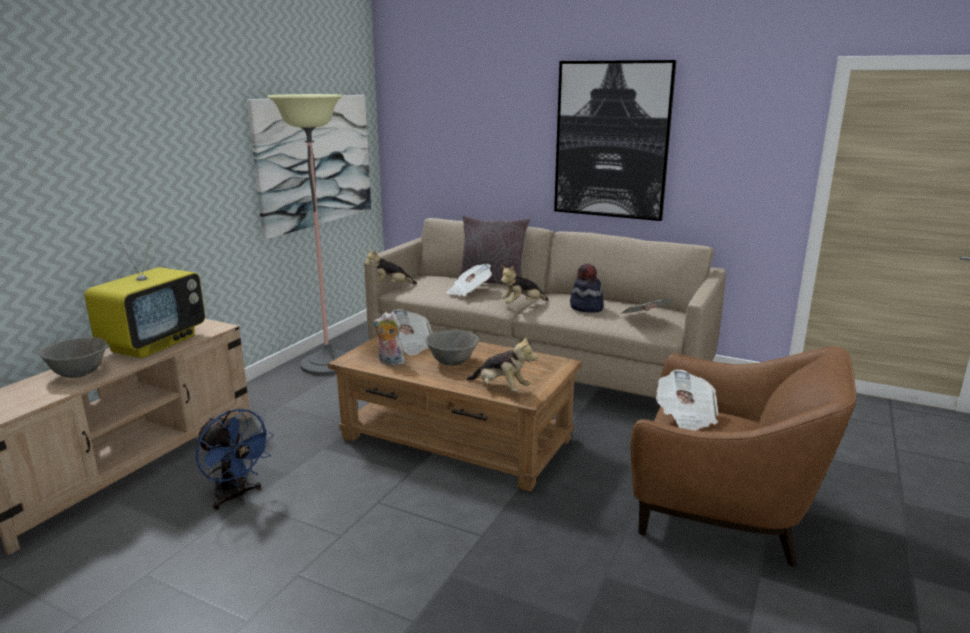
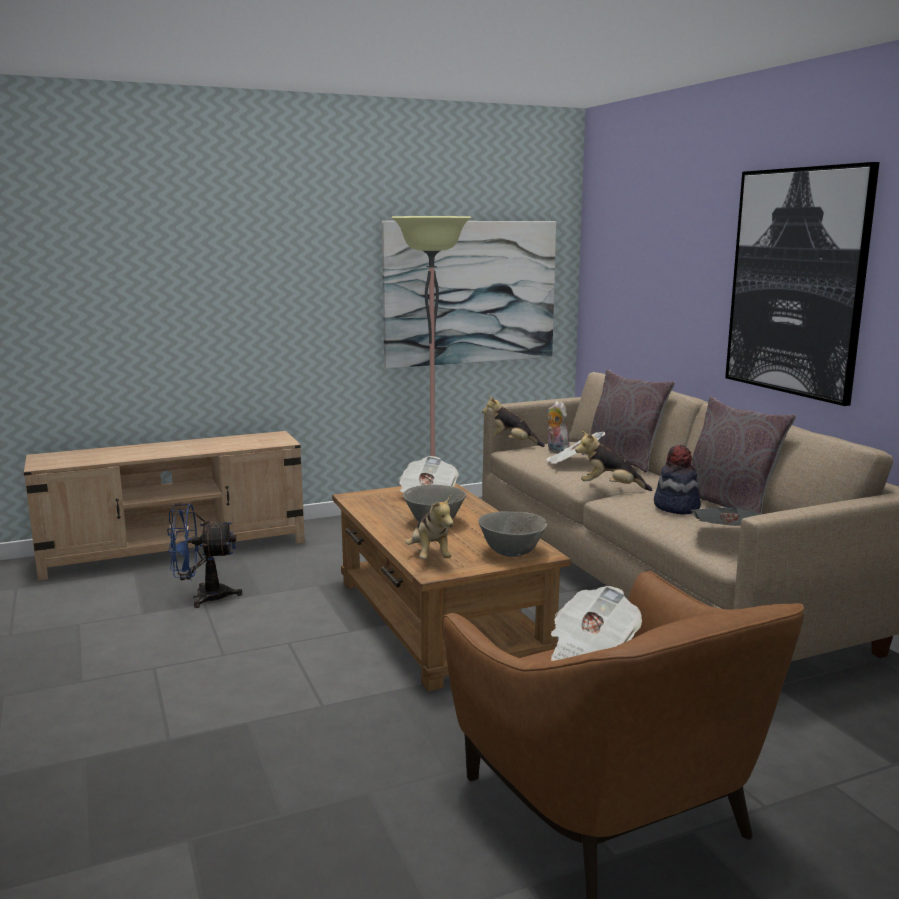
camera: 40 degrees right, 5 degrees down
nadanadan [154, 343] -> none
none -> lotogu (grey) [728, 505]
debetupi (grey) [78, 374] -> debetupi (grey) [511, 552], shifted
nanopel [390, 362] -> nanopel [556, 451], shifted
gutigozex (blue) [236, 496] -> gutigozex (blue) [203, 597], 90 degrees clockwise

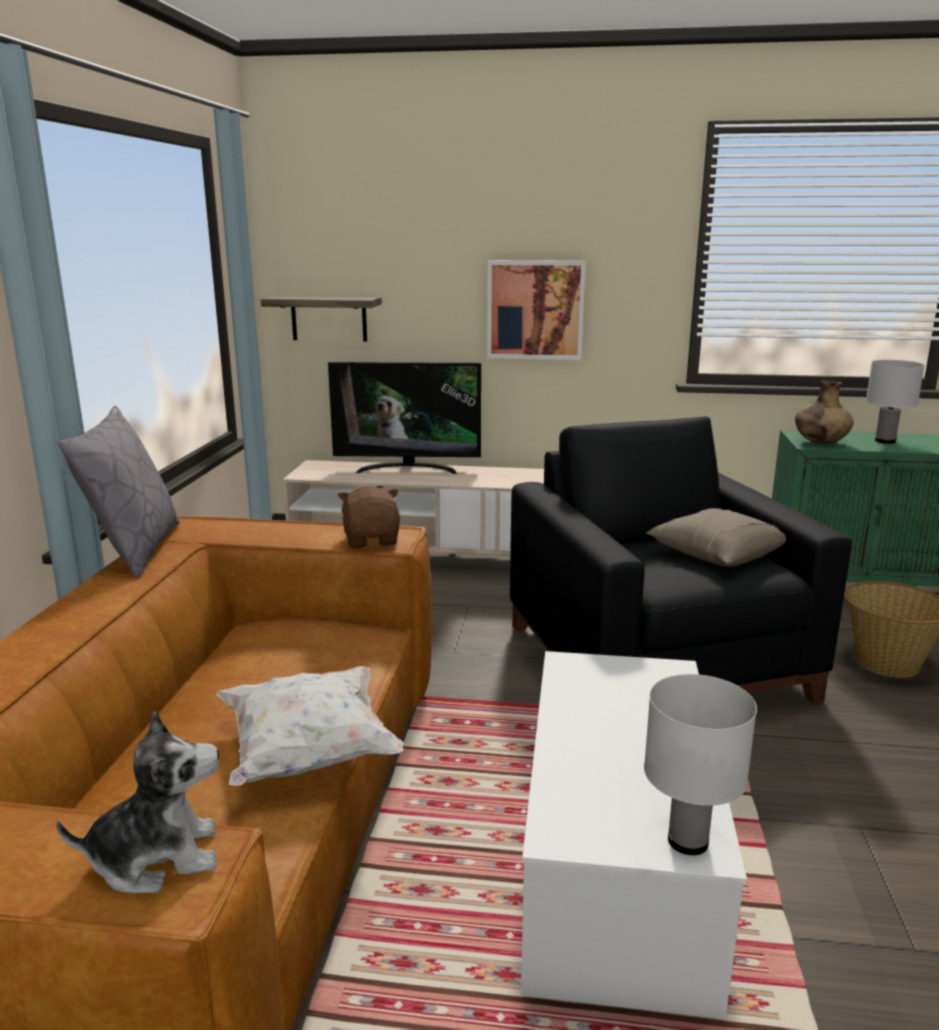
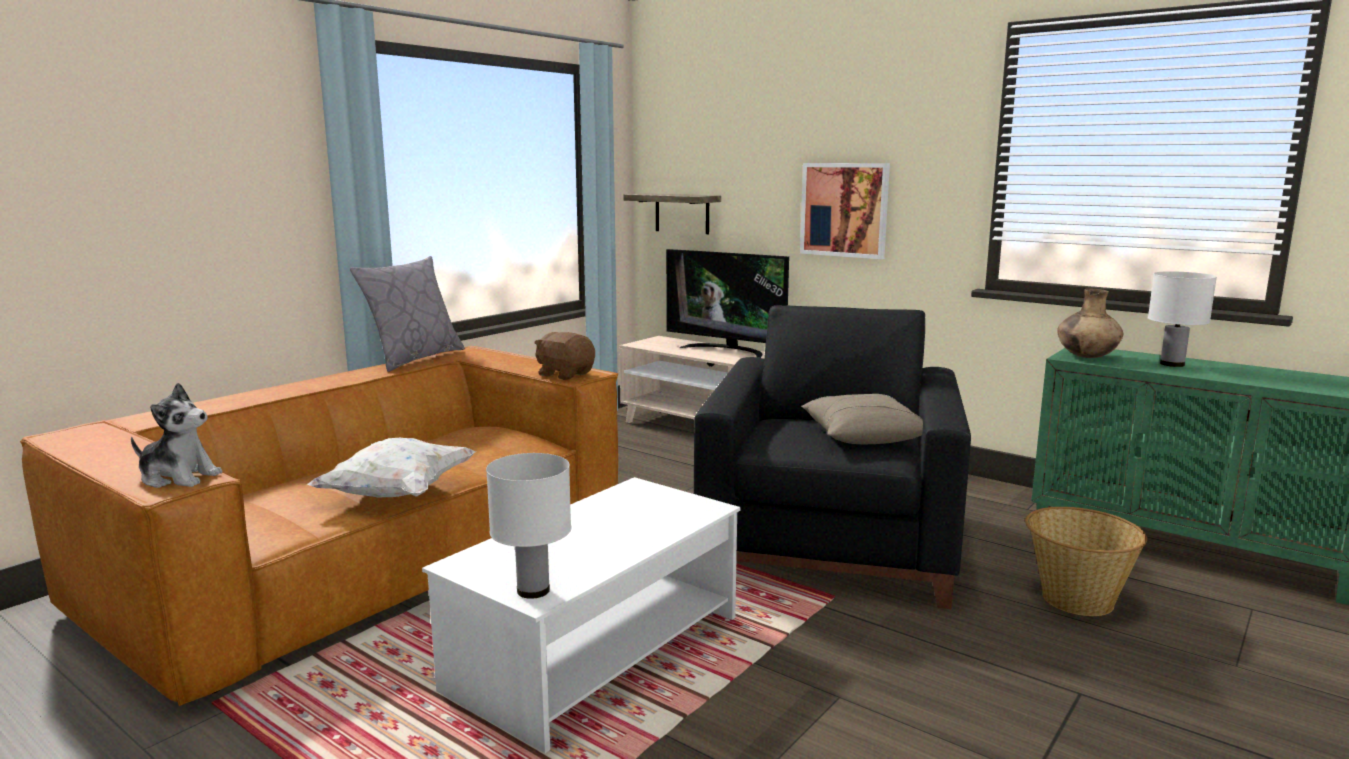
camera: 30 degrees right, 5 degrees down
nanopel (brown) [372, 540] -> nanopel (brown) [565, 374], 75 degrees counterclockwise

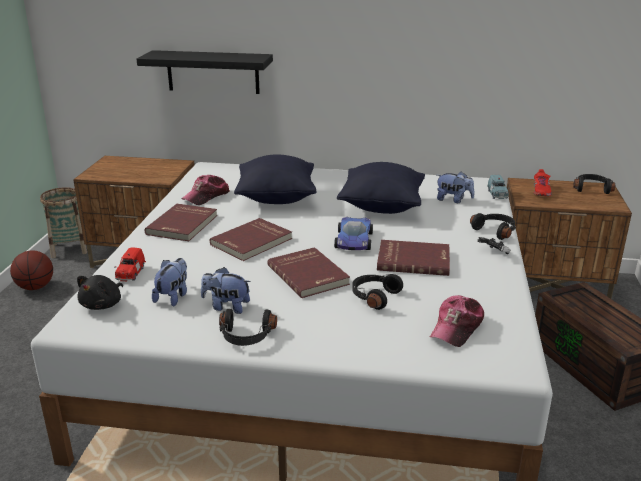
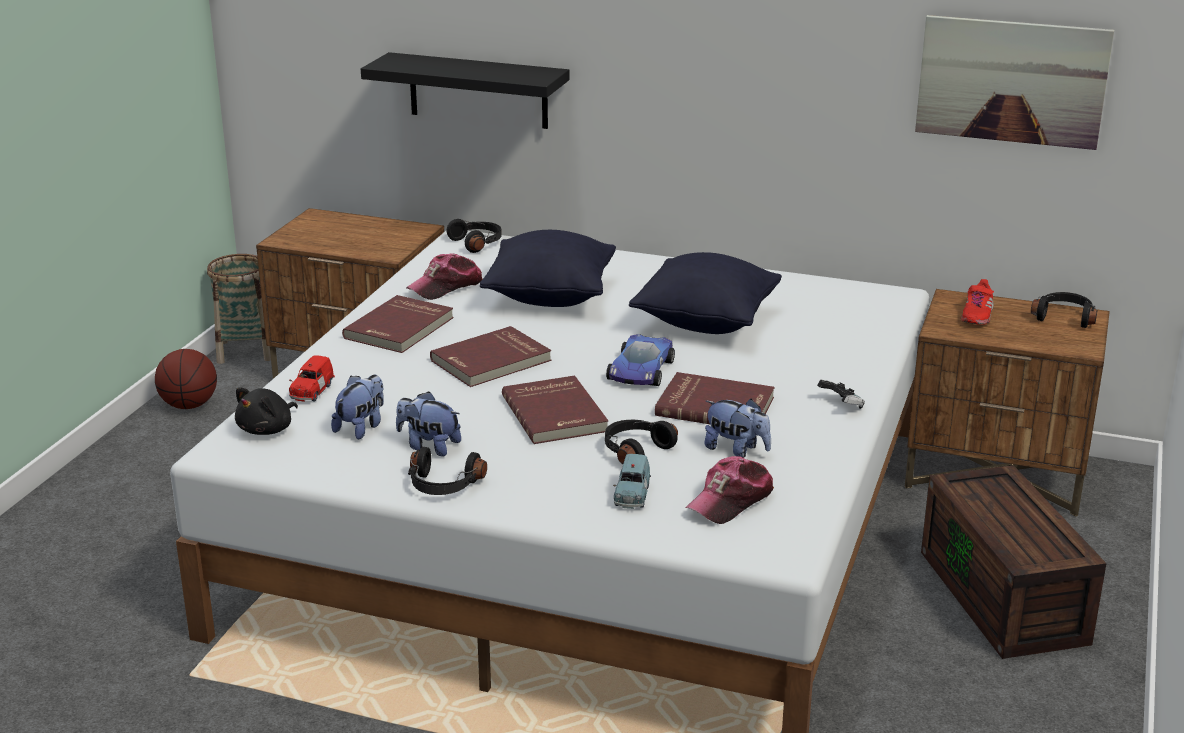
camera: 10 degrees right, 0 degrees up
none -> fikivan [1011, 81]
nanopel [453, 200] -> nanopel [736, 450], shifted
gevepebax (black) [495, 231] -> gevepebax (black) [477, 243], shifted
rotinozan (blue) [497, 194] -> rotinozan (blue) [631, 495], shifted

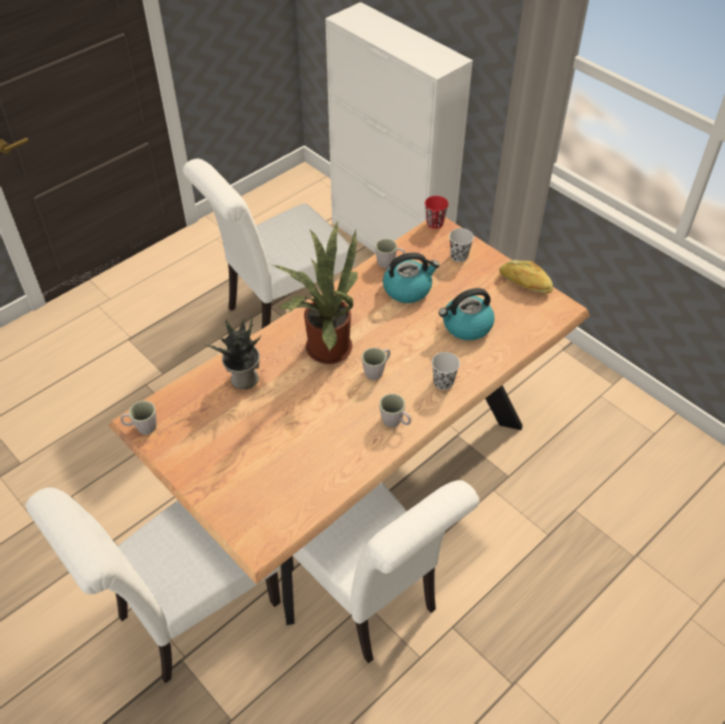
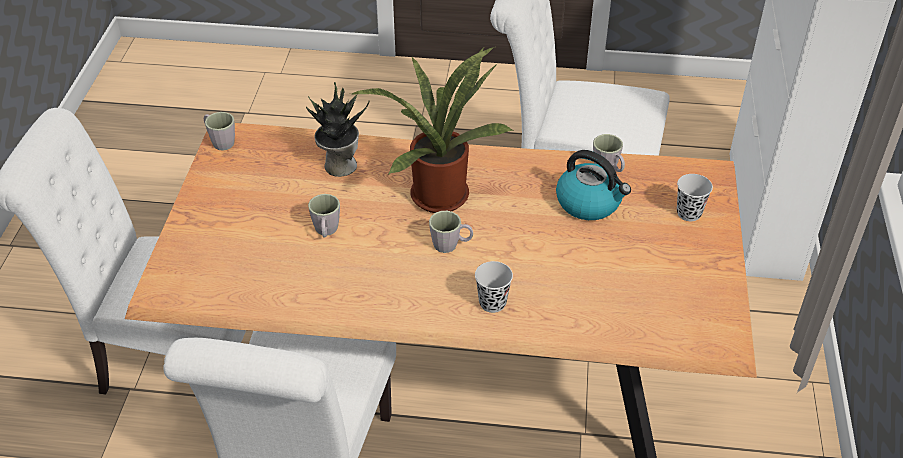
camera: 50 degrees right, 5 degrees down
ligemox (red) [435, 223] -> none
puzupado [466, 326] -> none
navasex [525, 283] -> none
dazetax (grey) [395, 422] -> dazetax (grey) [326, 232], shifted

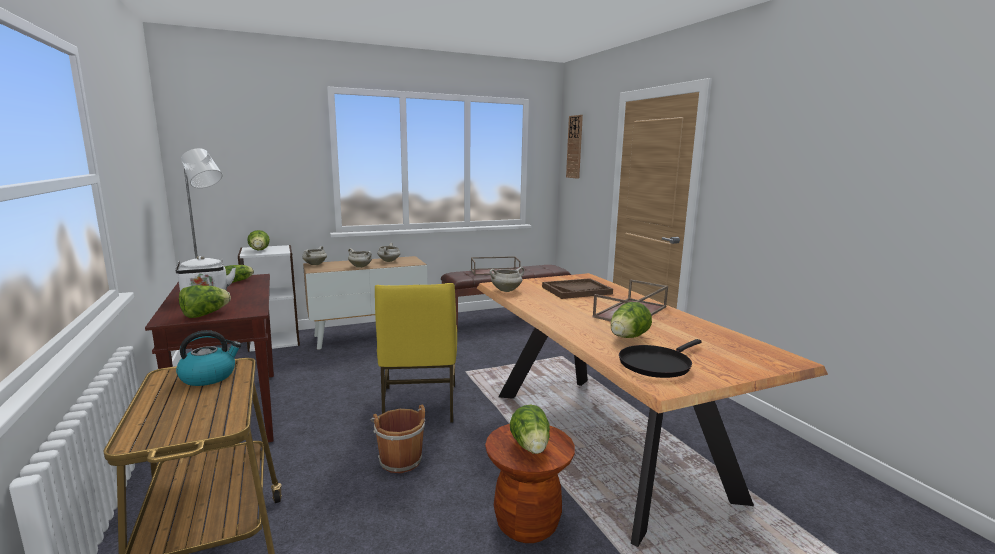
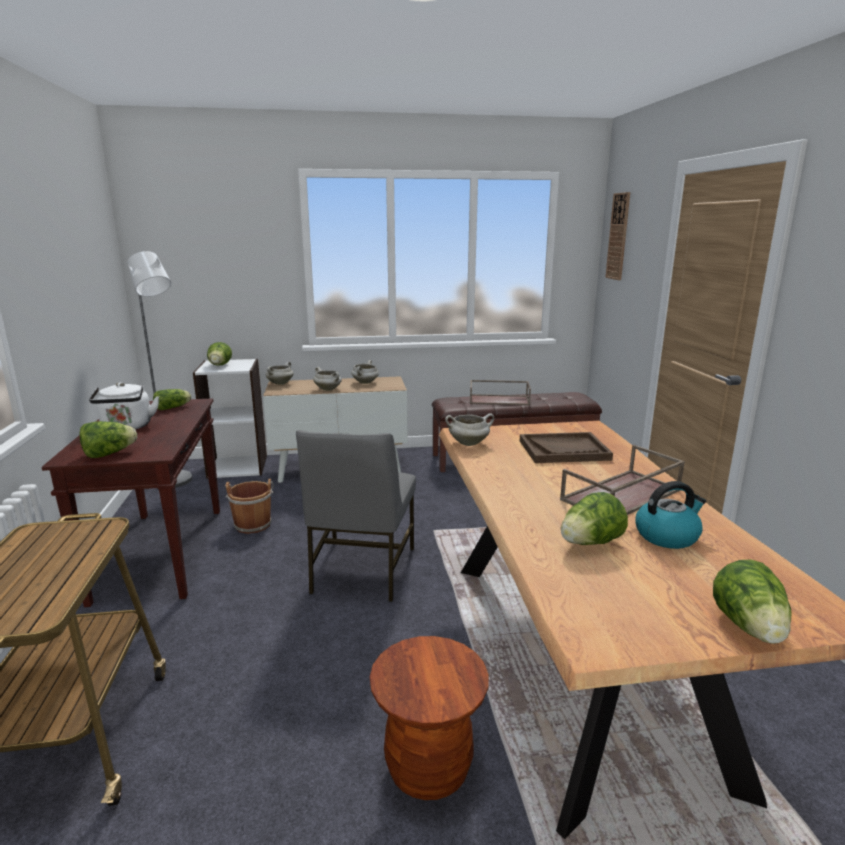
camera: 15 degrees right, 5 degrees up
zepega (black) [656, 364] -> none
puzupado [209, 376] -> puzupado [667, 535], shifted
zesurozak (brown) [400, 460] -> zesurozak (brown) [252, 524], shifted
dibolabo [531, 447] -> dibolabo [749, 628], shifted
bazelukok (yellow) [419, 404] -> bazelukok (grey) [361, 571]

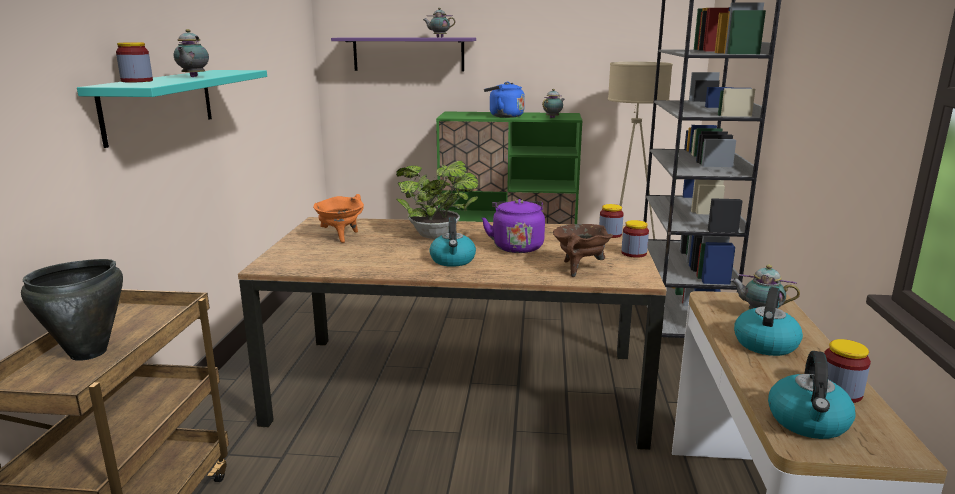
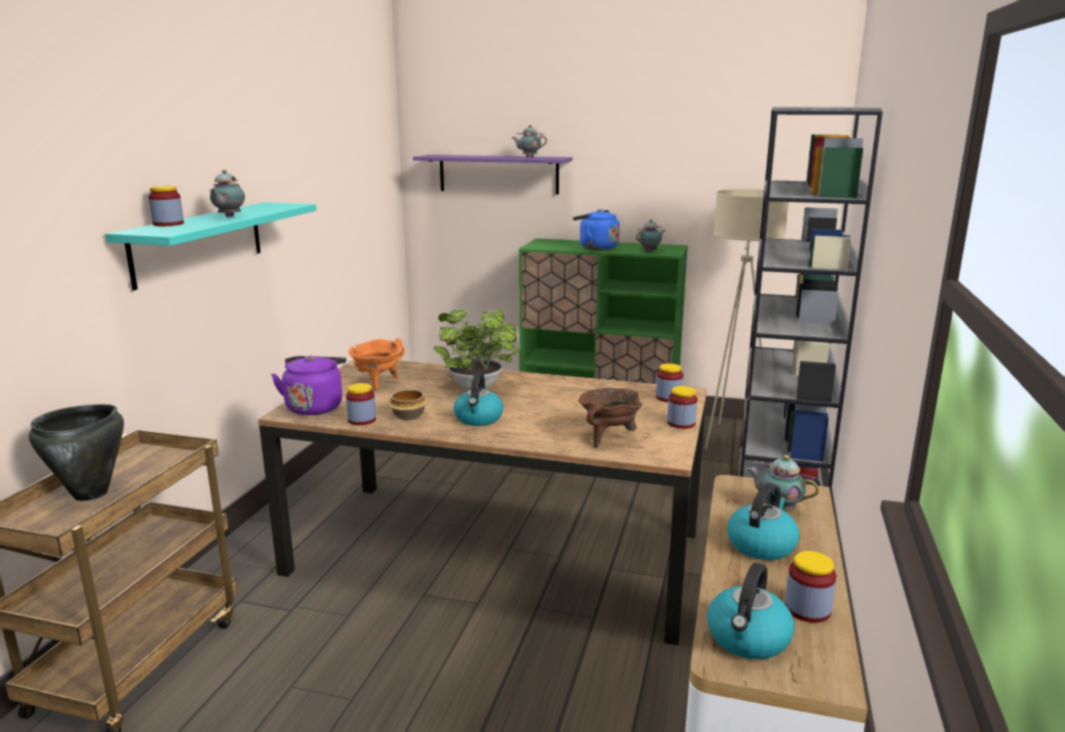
camera: 10 degrees right, 0 degrees up
none -> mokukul [362, 420]
none -> debetupi [409, 416]
puzupado (purple) [516, 246] -> puzupado (purple) [315, 406], shifted

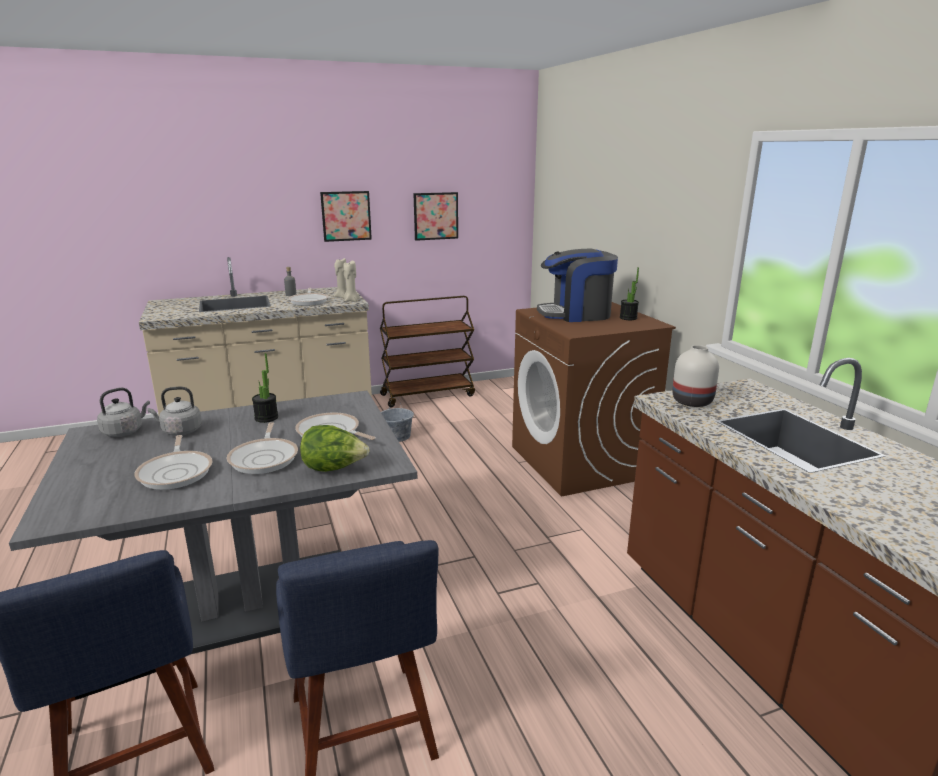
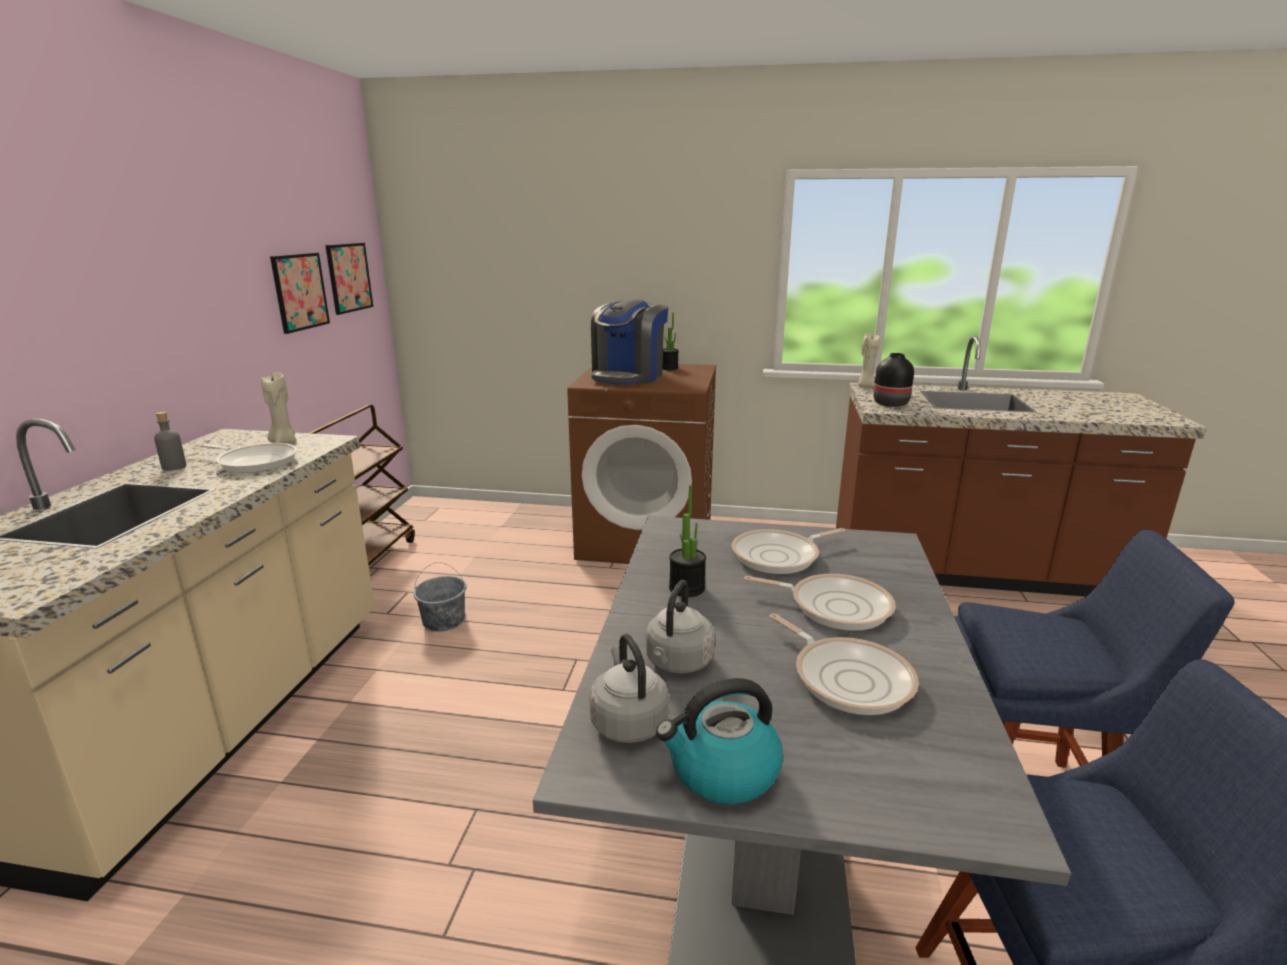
camera: 60 degrees left, 0 degrees up
dibolabo [334, 468] -> none
none -> puzupado [722, 771]
fikivan [346, 216] -> fikivan [349, 277], shifted
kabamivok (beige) [351, 301] -> kabamivok (beige) [865, 386], shifted
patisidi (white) [691, 402] -> patisidi (black) [891, 404]
zepega [177, 472] -> zepega [848, 678], 45 degrees clockwise

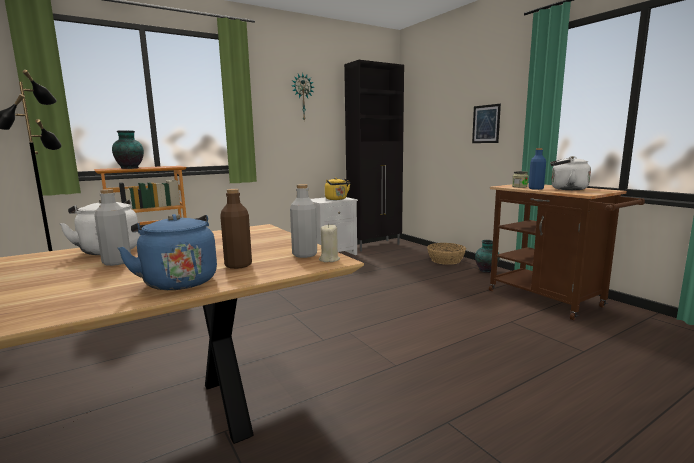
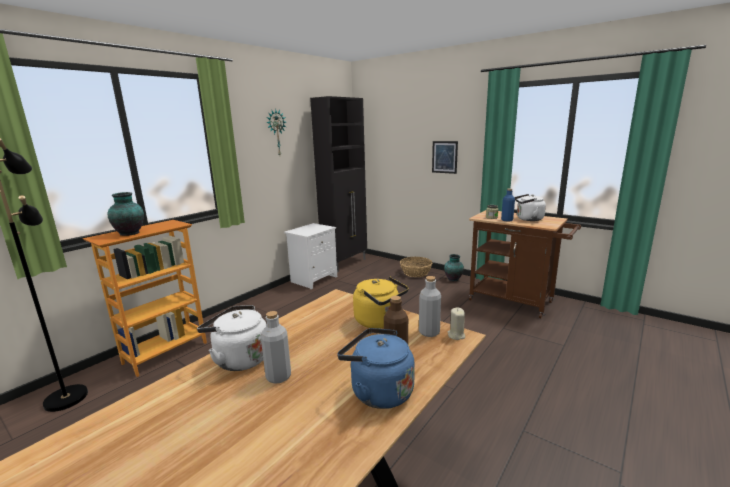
camera: 20 degrees left, 5 degrees up
puzupado (yellow) [337, 199] -> puzupado (yellow) [379, 321], shifted

